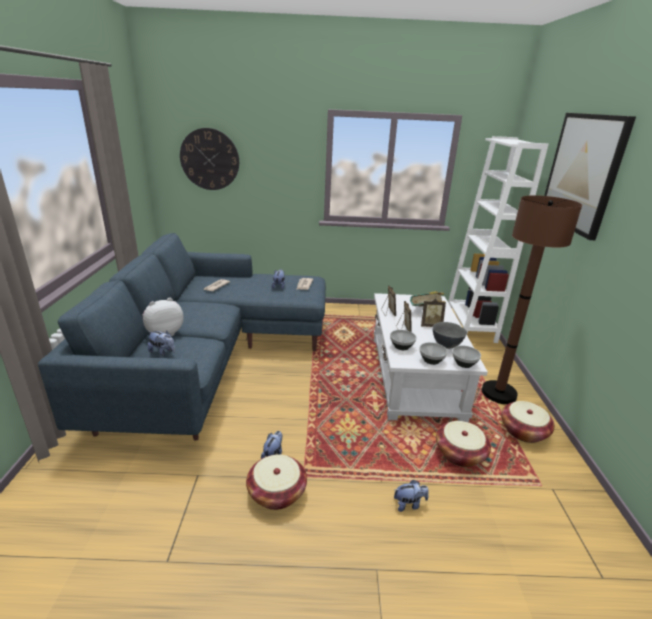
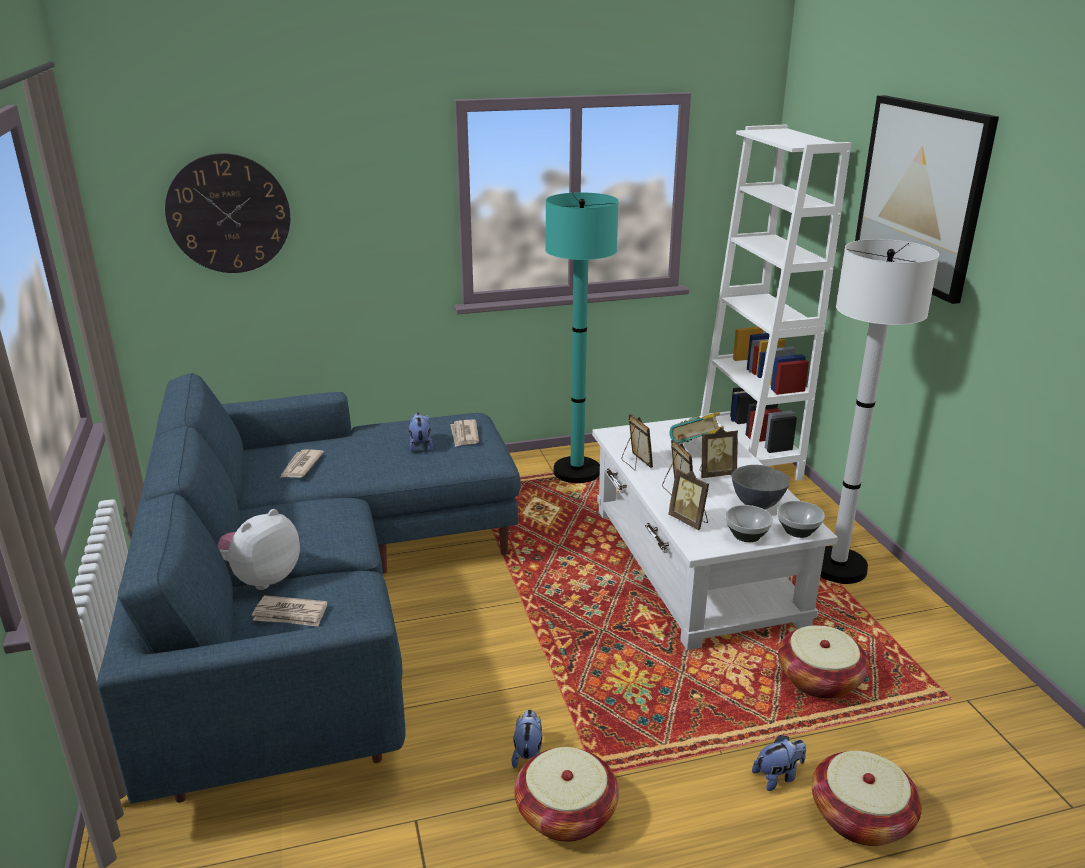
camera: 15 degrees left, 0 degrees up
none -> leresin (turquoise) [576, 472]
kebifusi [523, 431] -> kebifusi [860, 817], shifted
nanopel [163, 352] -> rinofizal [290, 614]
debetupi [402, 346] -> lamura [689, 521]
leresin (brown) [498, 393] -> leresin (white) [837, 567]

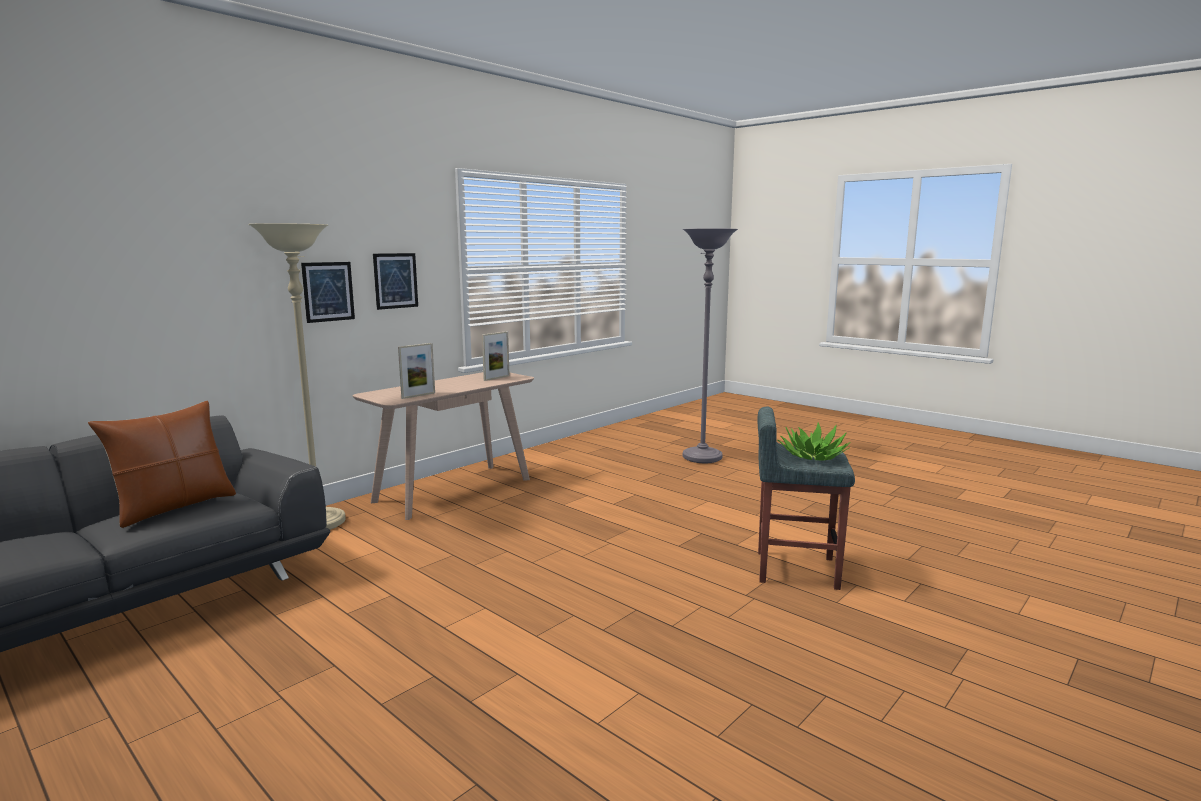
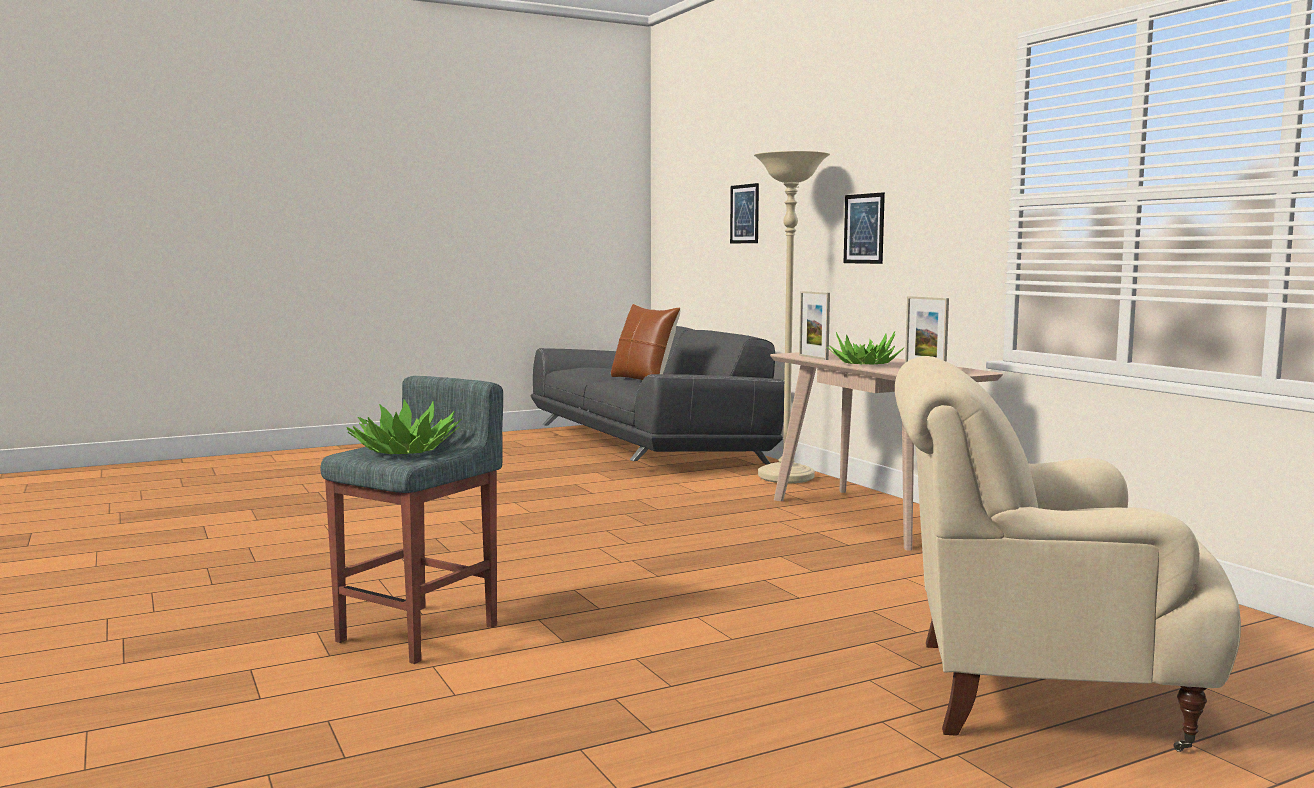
camera: 110 degrees right, 5 degrees down
none -> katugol [864, 363]
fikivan [395, 280] -> fikivan [744, 214], shifted
leresin (grey) [702, 458] -> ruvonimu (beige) [1036, 691]

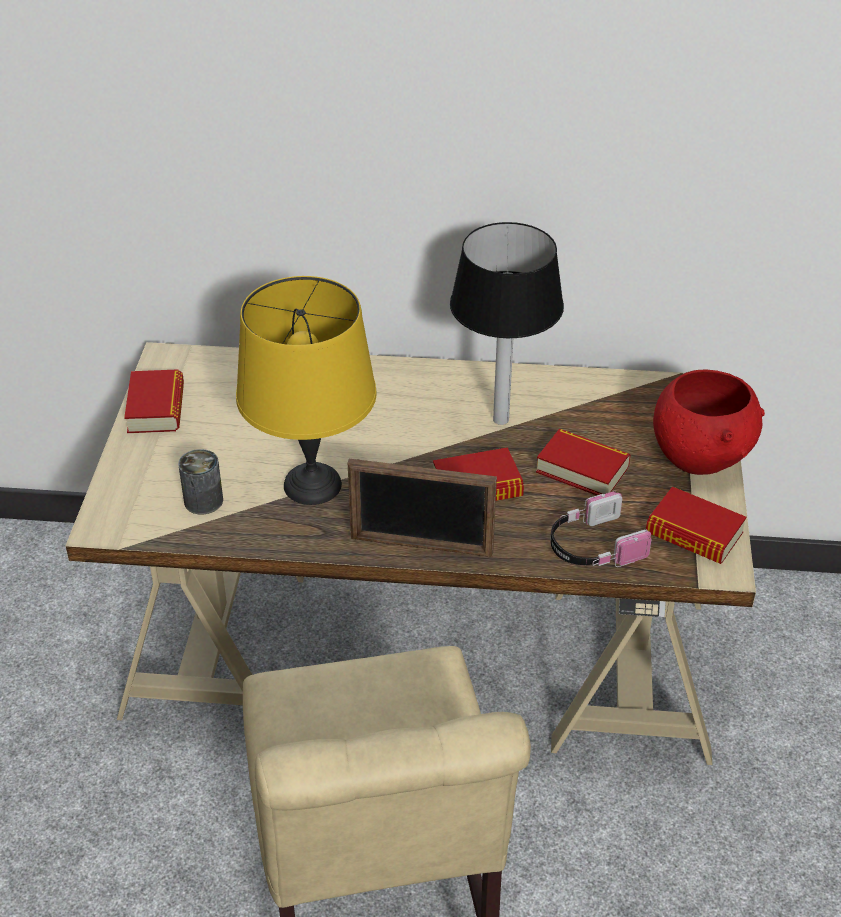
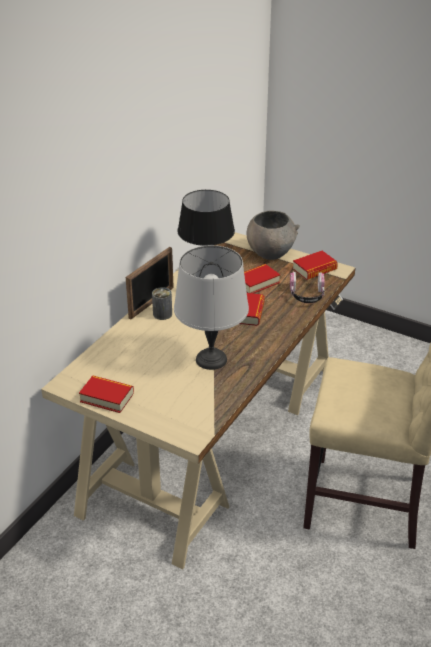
camera: 65 degrees left, 5 degrees down
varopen [203, 501] -> varopen [162, 314], shifted
lamura [421, 546] -> lamura [152, 303], shifted
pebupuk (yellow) [311, 484] -> pebupuk (grey) [210, 360]
debetupi (red) [701, 457] -> debetupi (grey) [270, 252]

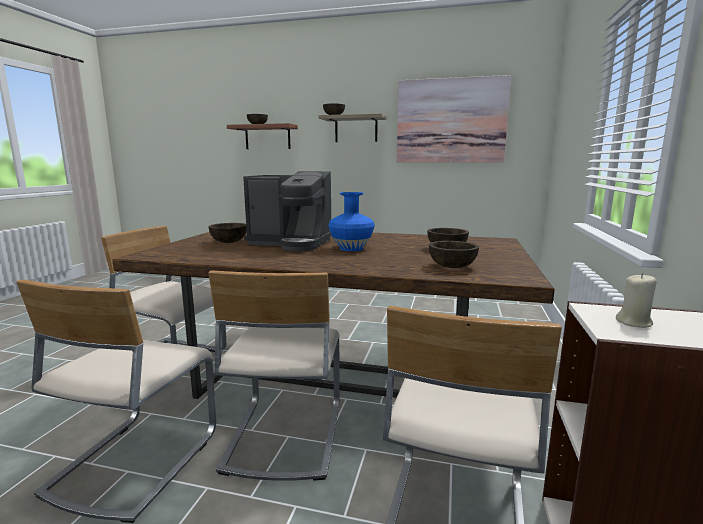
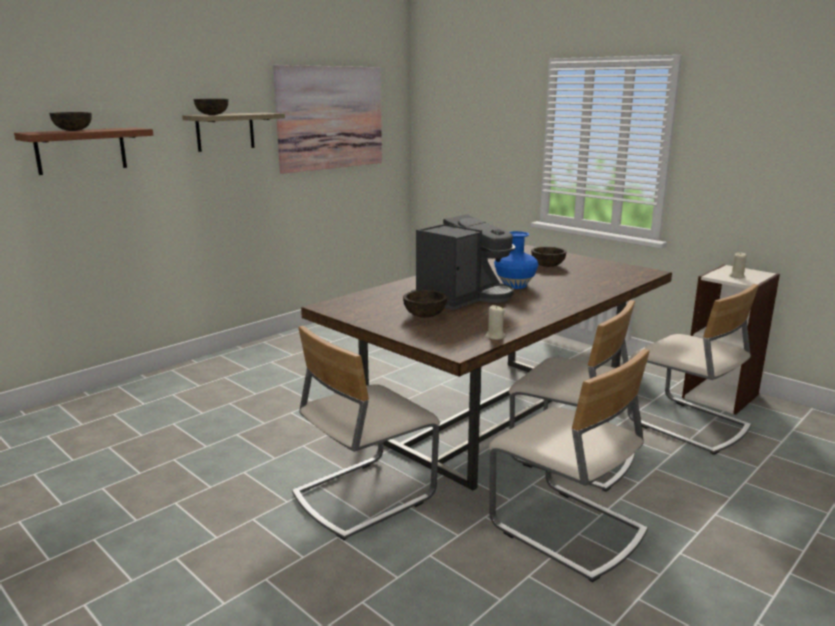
camera: 60 degrees left, 5 degrees up
debetupi (brown) [452, 267] -> none
none -> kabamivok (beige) [494, 336]

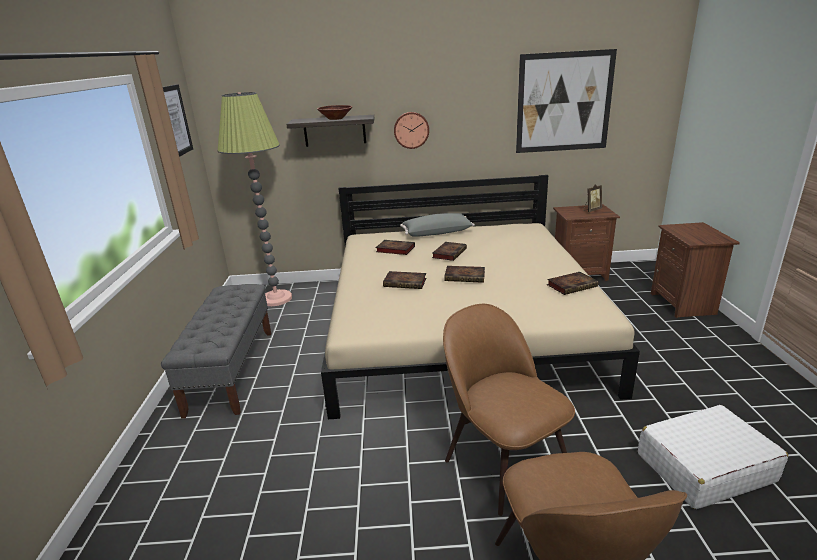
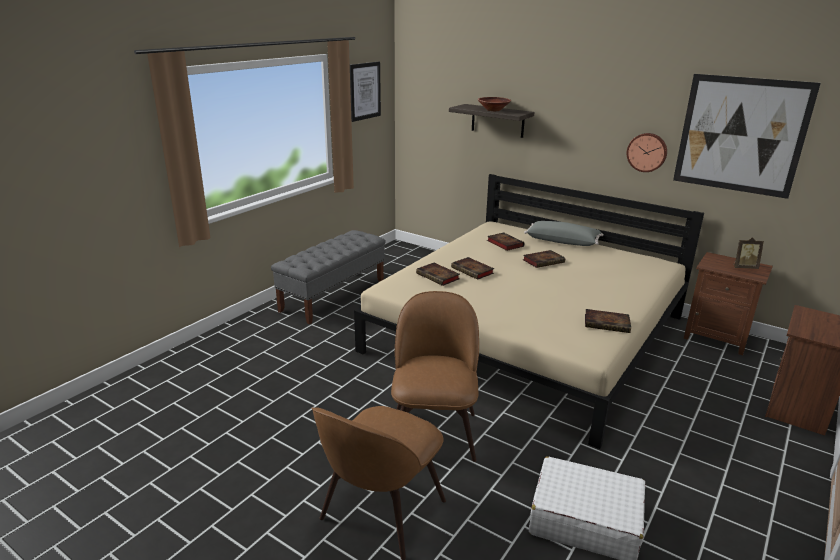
camera: 35 degrees right, 0 degrees up
leresin [276, 299] -> none
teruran [411, 130] -> teruran [647, 152], shifted
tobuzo [466, 276] -> tobuzo [439, 277], shifted

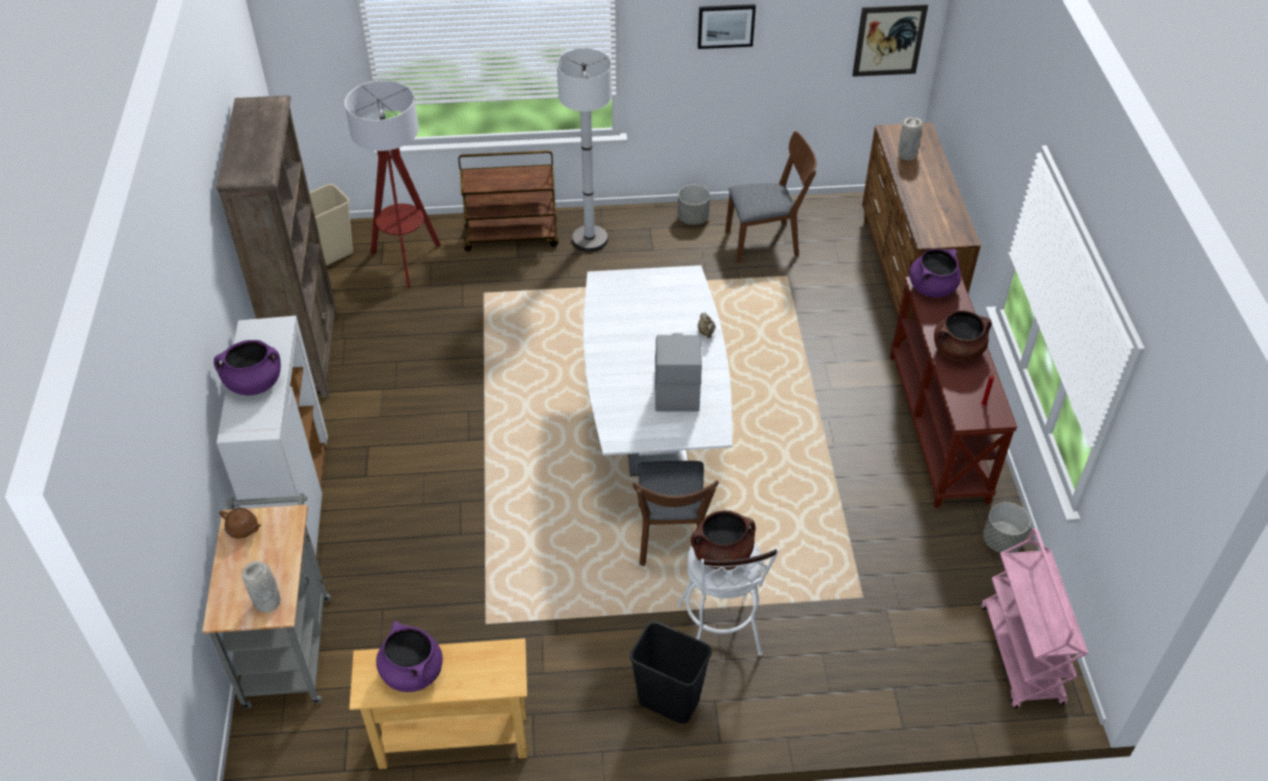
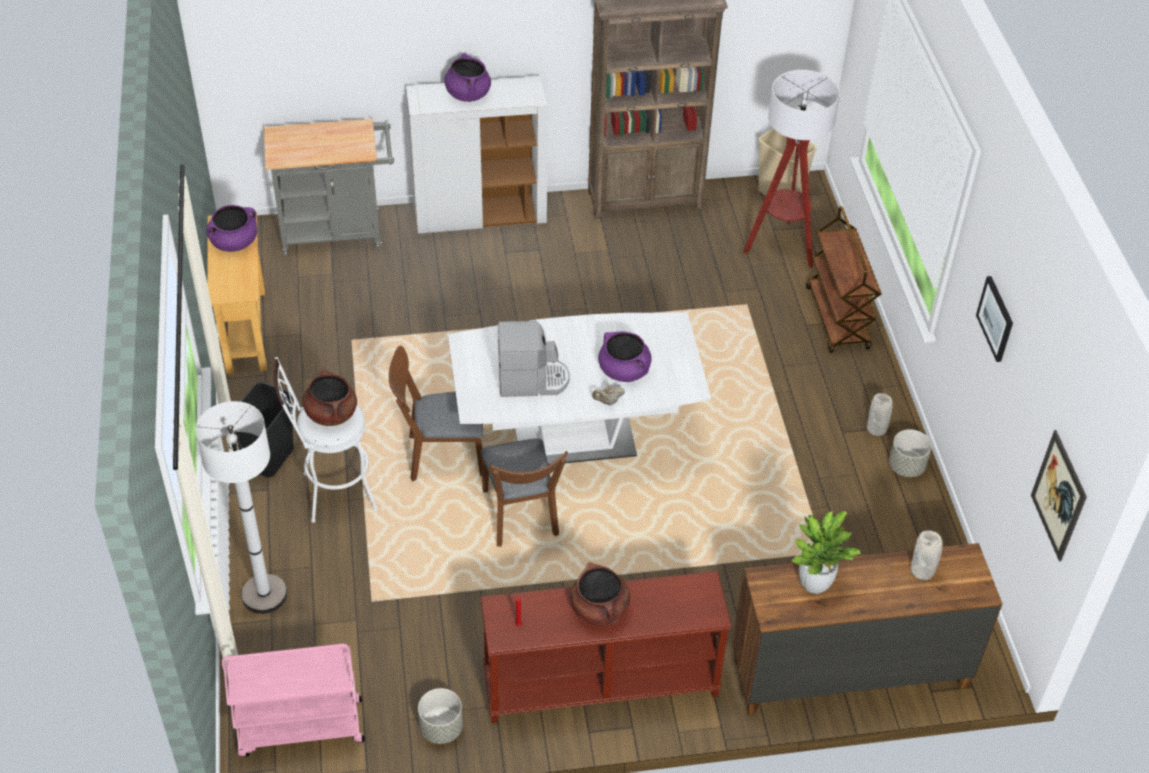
camera: 85 degrees right, 0 degrees up
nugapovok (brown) [243, 529] -> none
none -> katugol [814, 583]
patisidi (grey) [268, 602] -> patisidi (grey) [877, 429], shifted
leresin (white) [589, 239] -> leresin (white) [264, 595], shifted
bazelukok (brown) [767, 242] -> bazelukok (brown) [521, 518], shifted
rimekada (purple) [932, 288] -> rimekada (purple) [624, 371], shifted

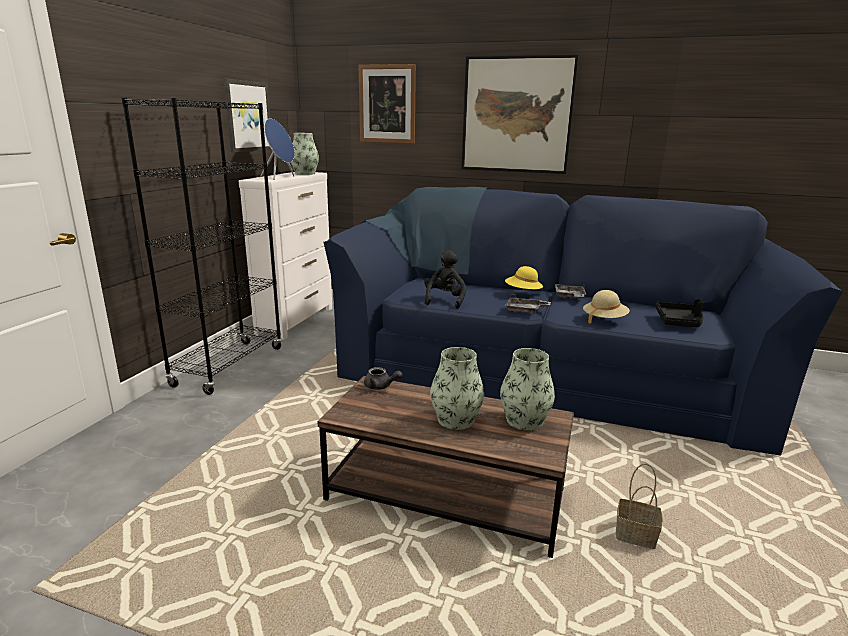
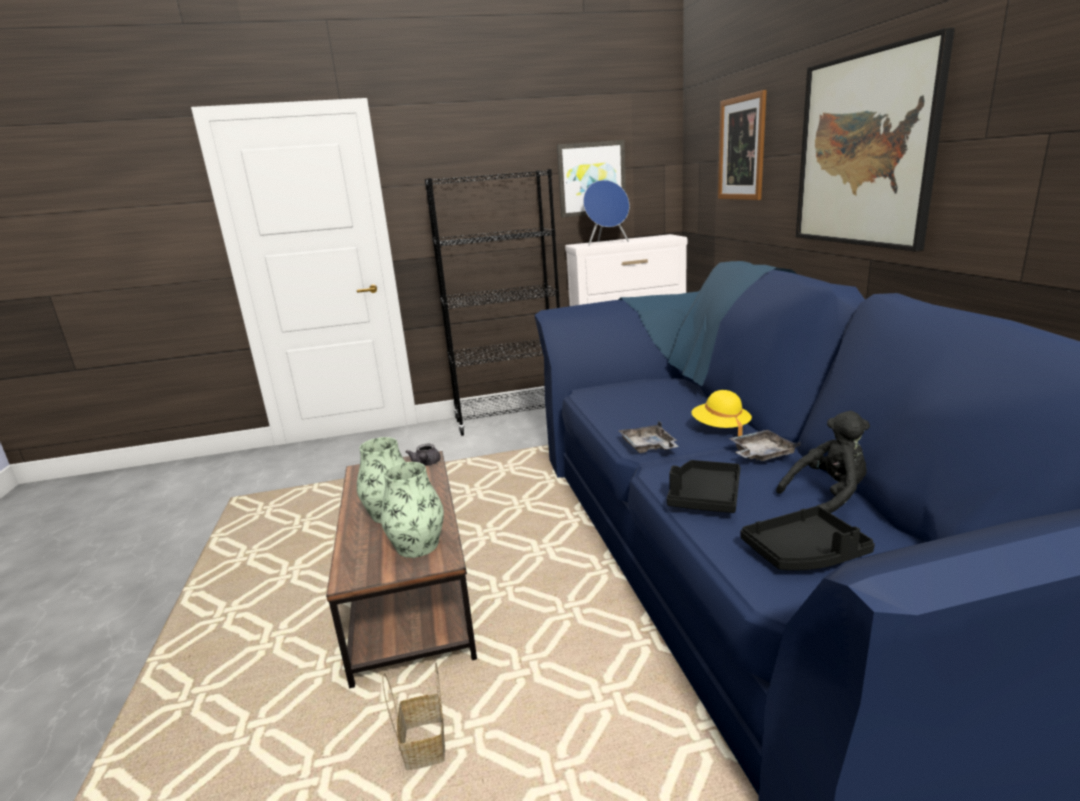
camera: 60 degrees right, 0 degrees up
patisidi [305, 173] -> none
nanopel (black) [444, 300] -> nanopel (black) [828, 497], shifted
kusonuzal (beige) [604, 319] -> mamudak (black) [704, 496]

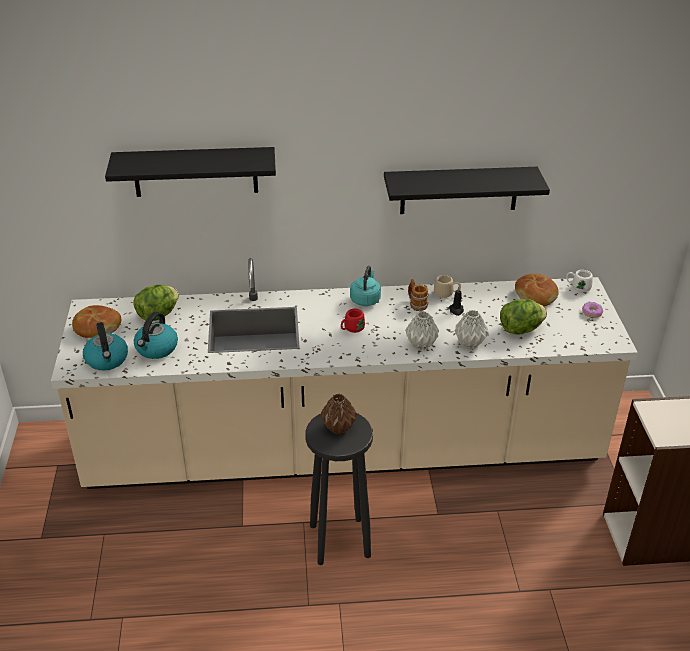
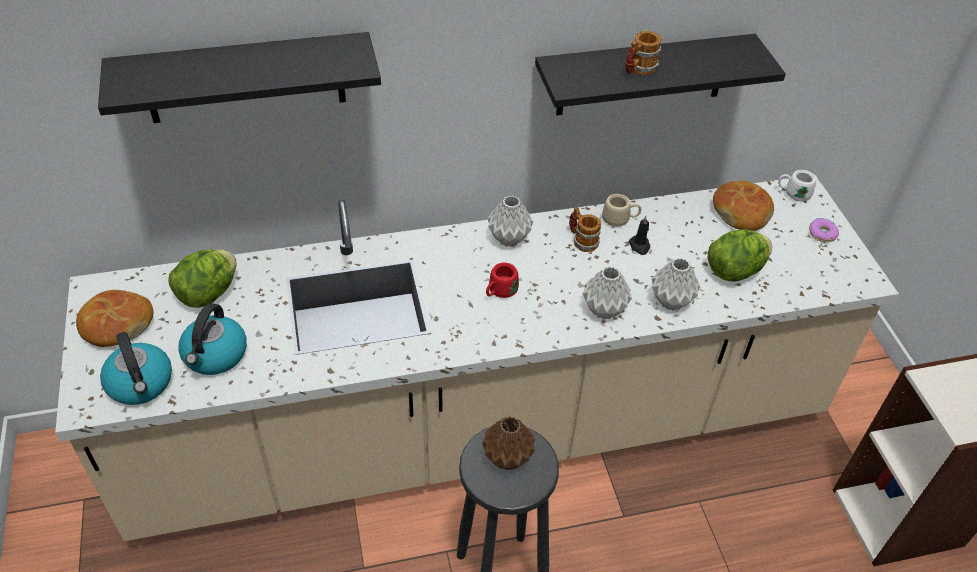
camera: 10 degrees left, 10 degrees up
none -> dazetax [638, 70]
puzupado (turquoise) [365, 299] -> patisidi (grey) [509, 238]

